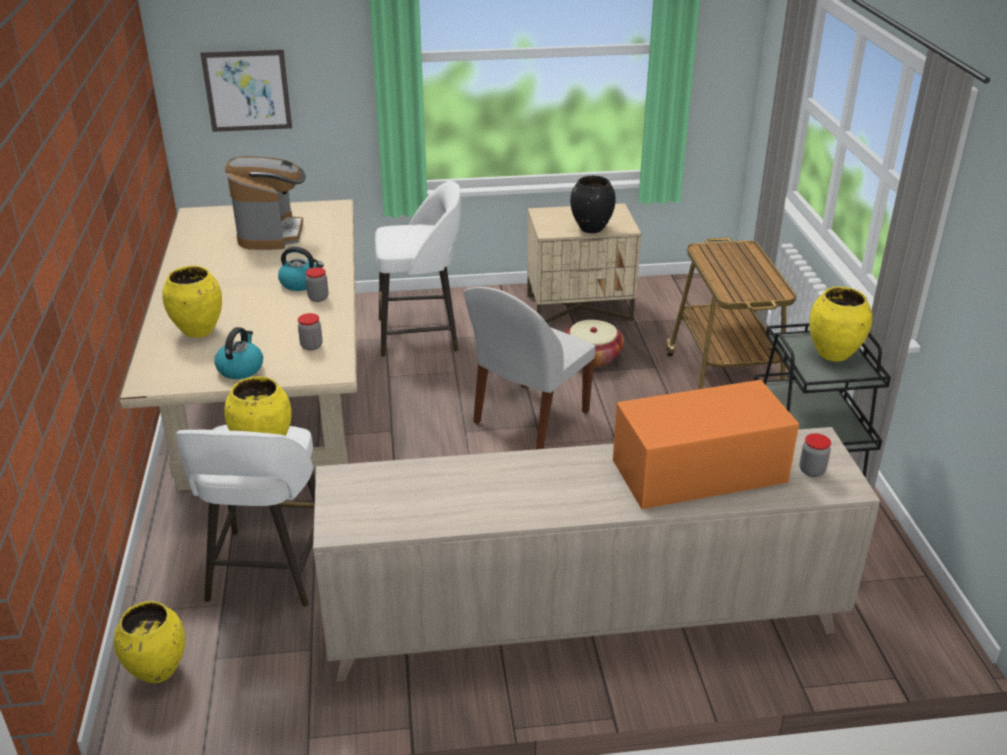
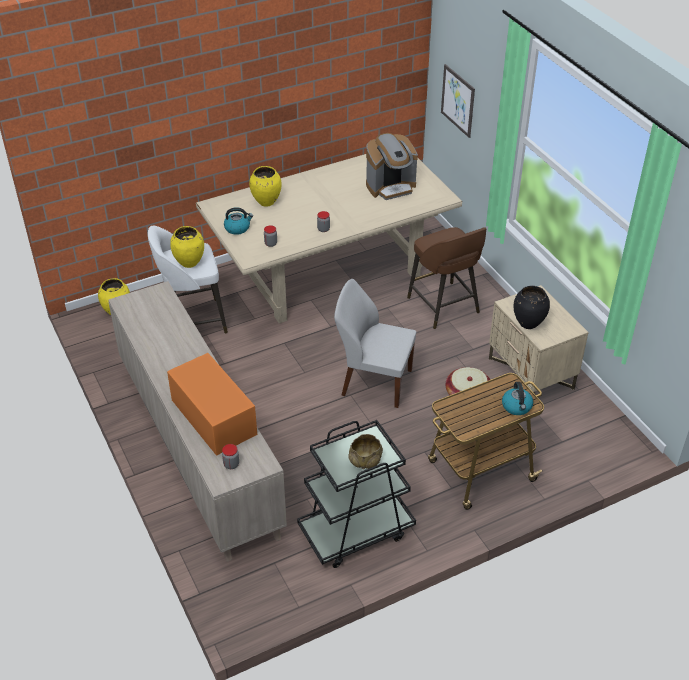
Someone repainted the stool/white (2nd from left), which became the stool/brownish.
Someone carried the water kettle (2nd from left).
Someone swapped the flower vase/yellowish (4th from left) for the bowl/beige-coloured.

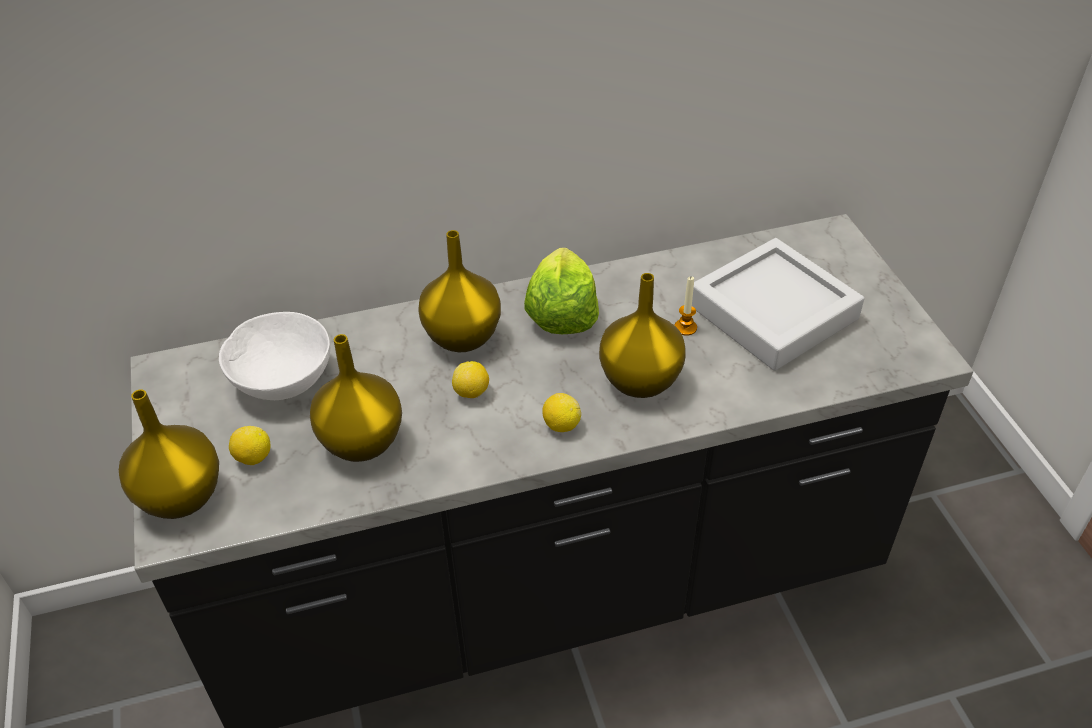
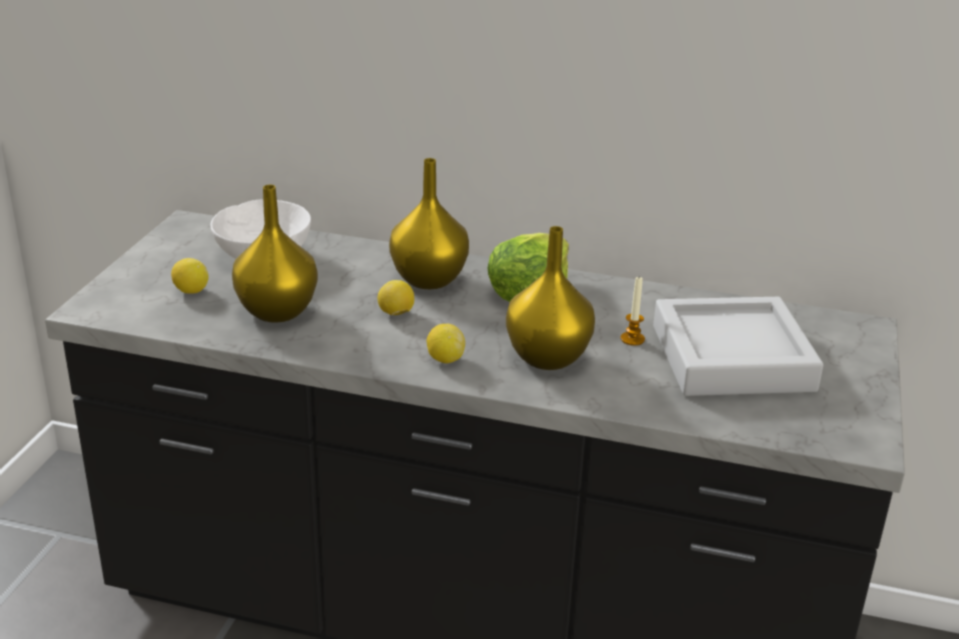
Someone took away the flower vase/yellowish (1st from left).

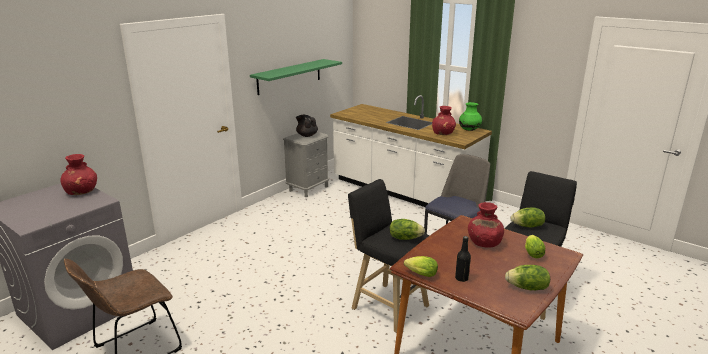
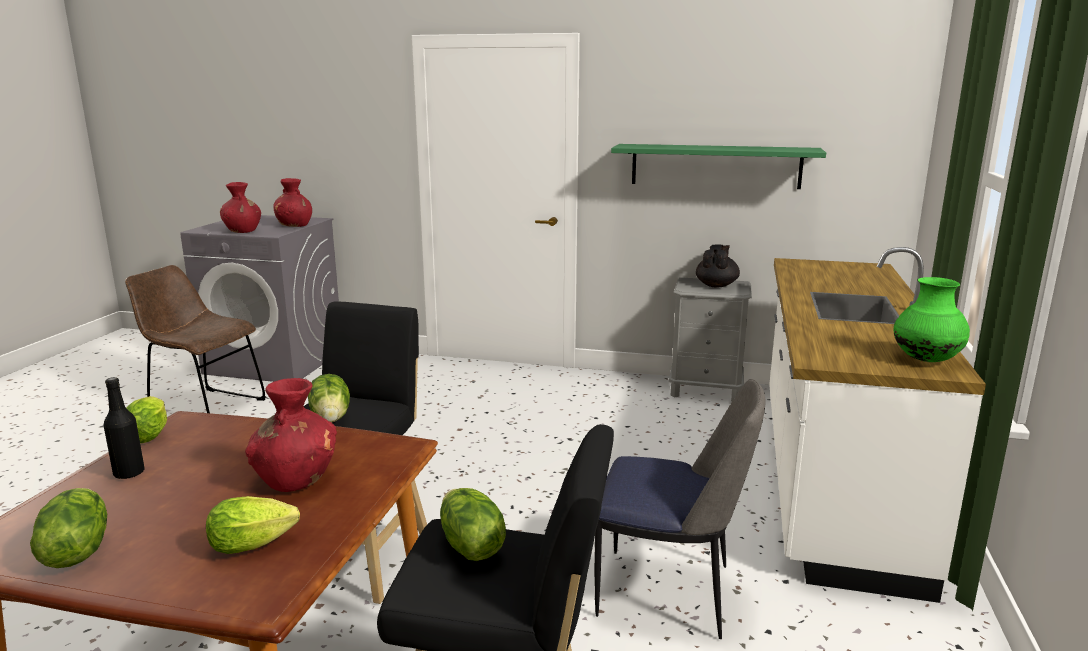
Someone carried the flower vase/red (2nd from left in the first image).

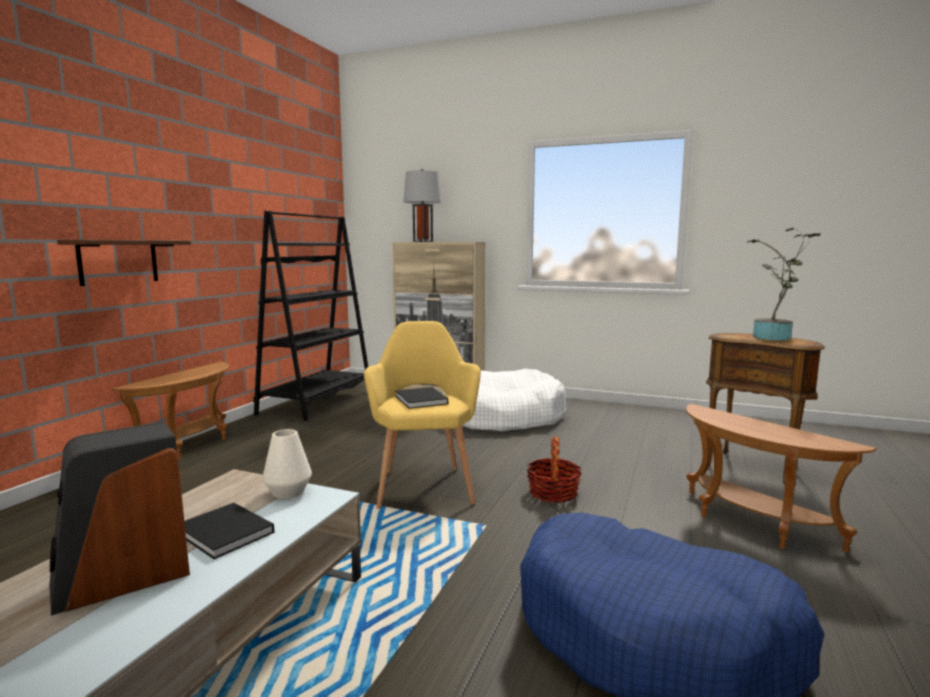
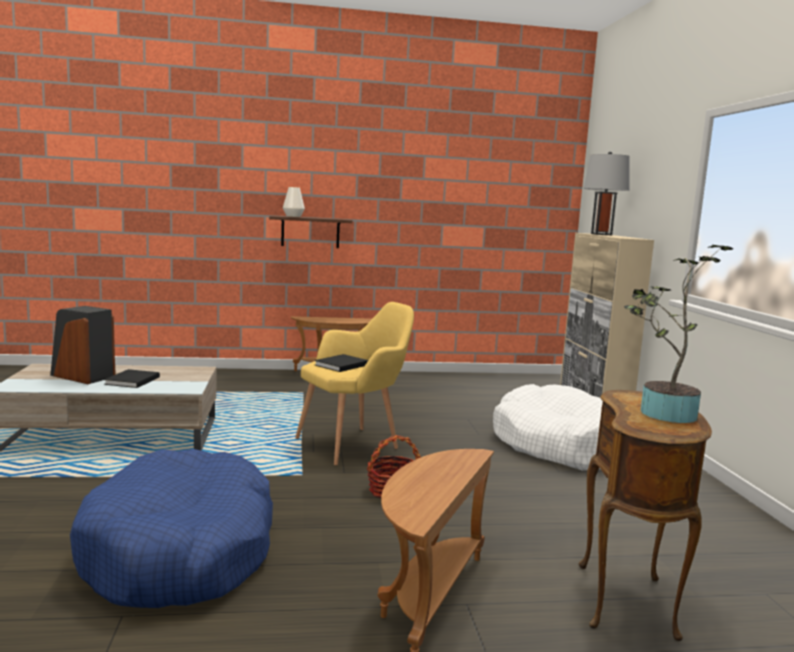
Someone took away the shelving unit/black.
Someone carried the flower vase/white.

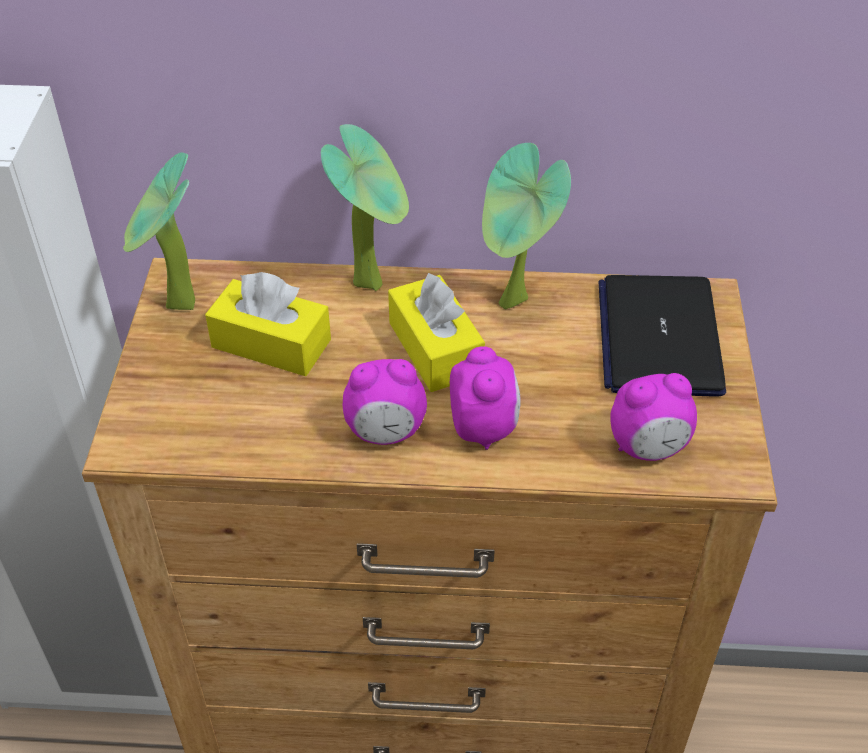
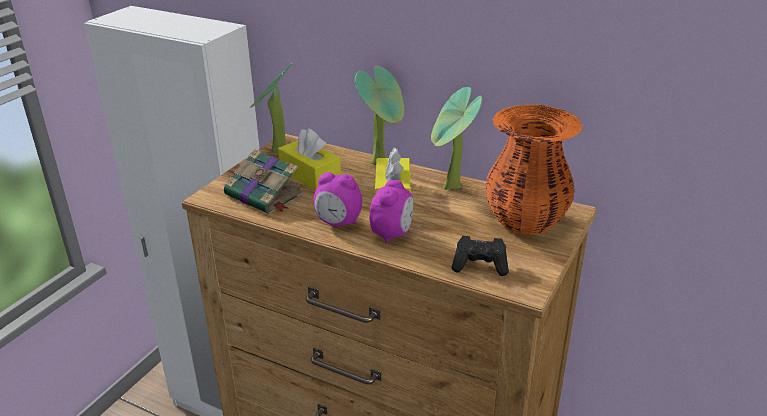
Someone swapped the portable computer for the flower vase/orange-coloured.
Someone swapped the table clock (3rd from left) for the gamepad/black.
Someone put down the volume.

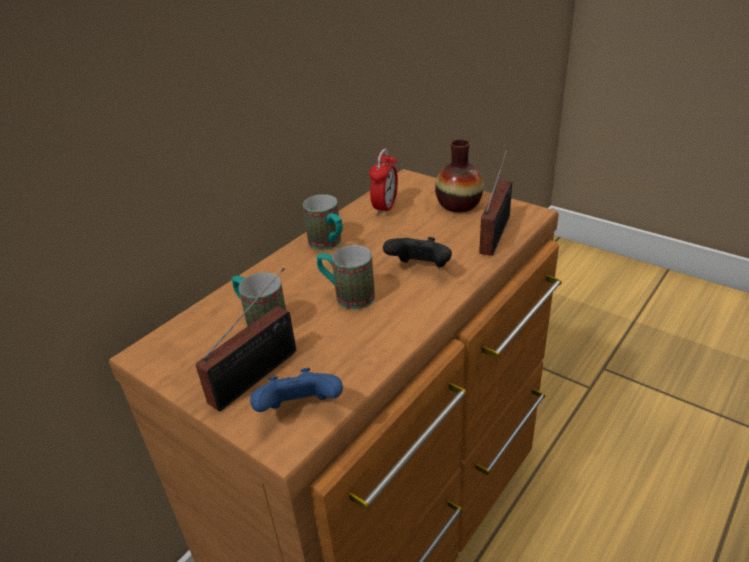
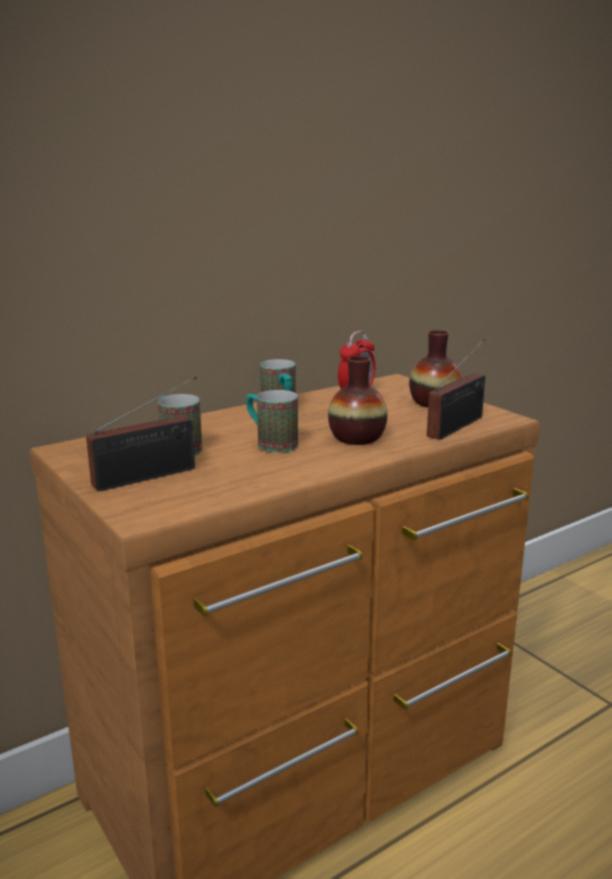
Someone swapped the gamepad/black for the flower vase (1st from left).
Someone took away the gamepad/blue-coloured.

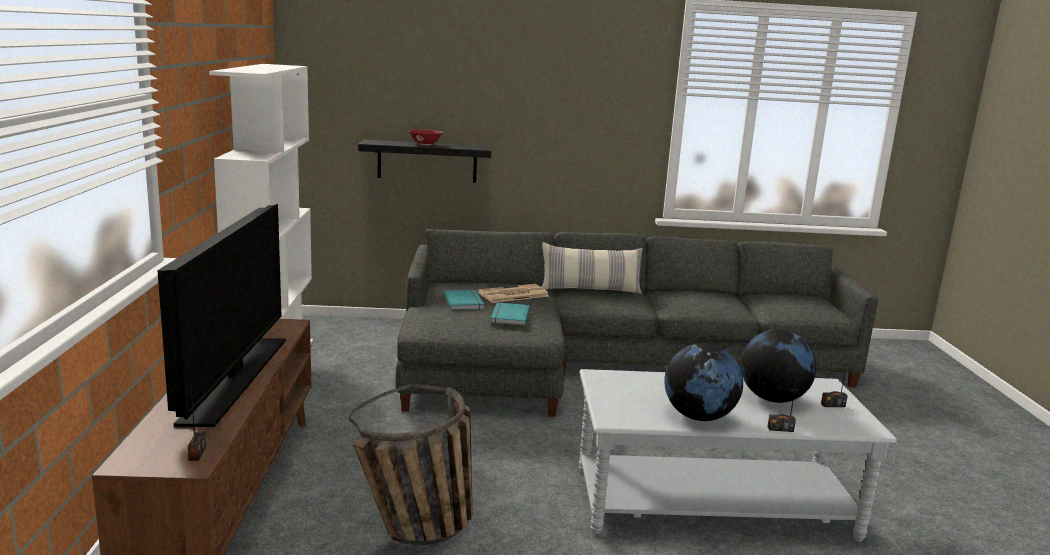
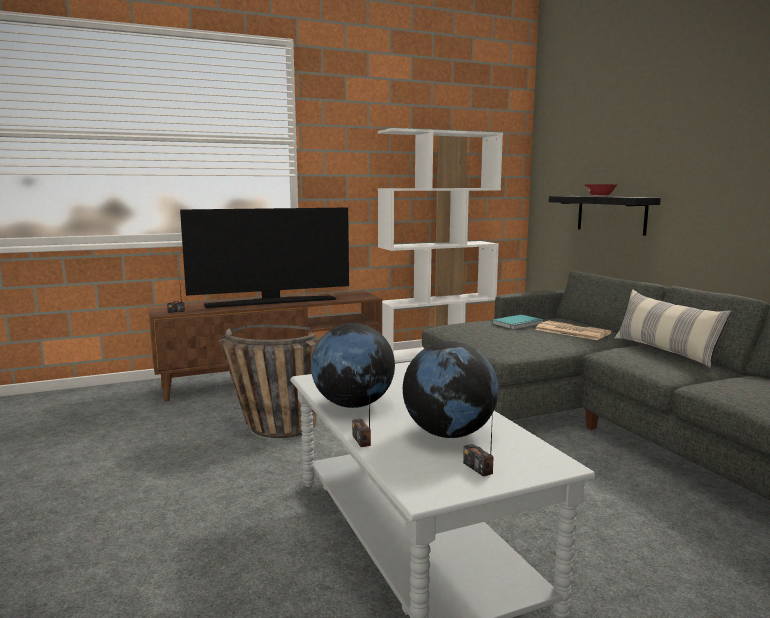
Someone took away the volume/blue-green (2nd from left).

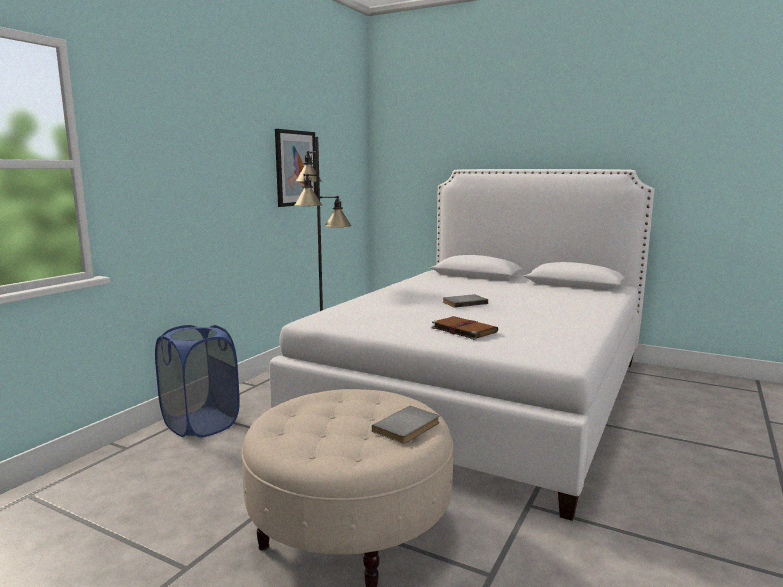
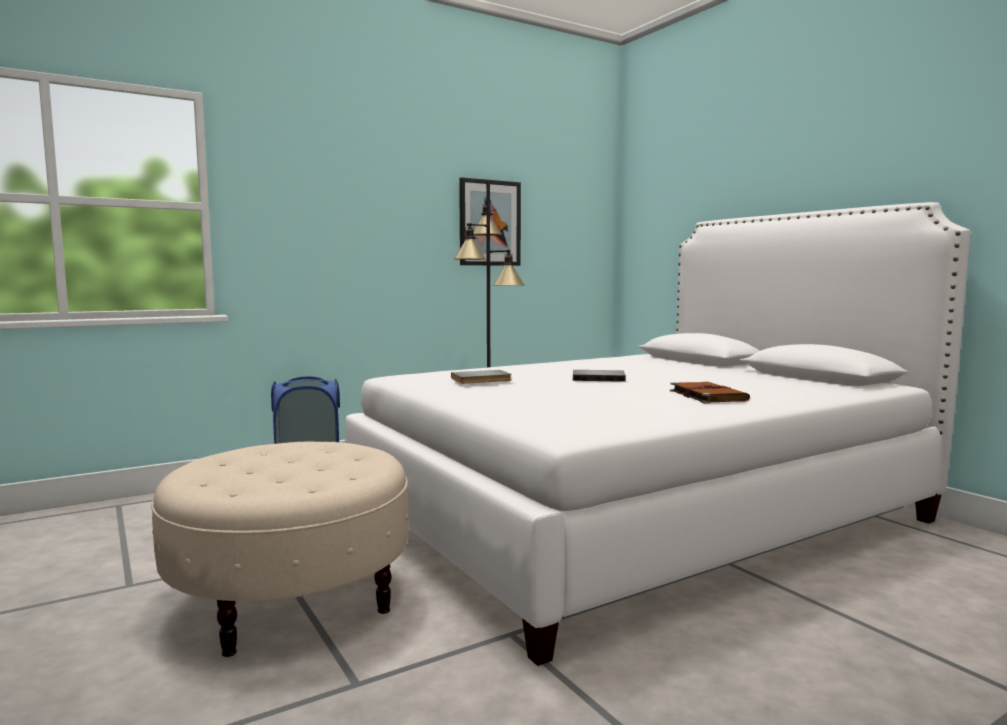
Someone carried the volume/brownish.
Someone carried the volume/greyish (1st from left).

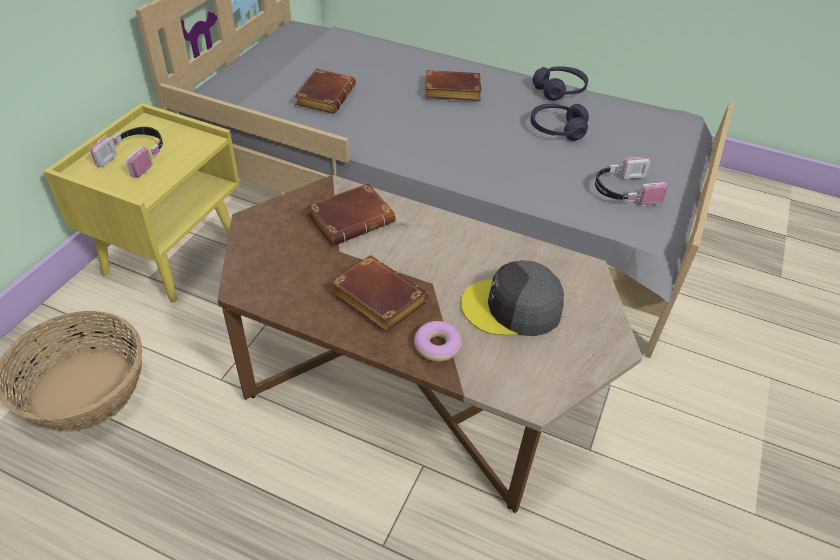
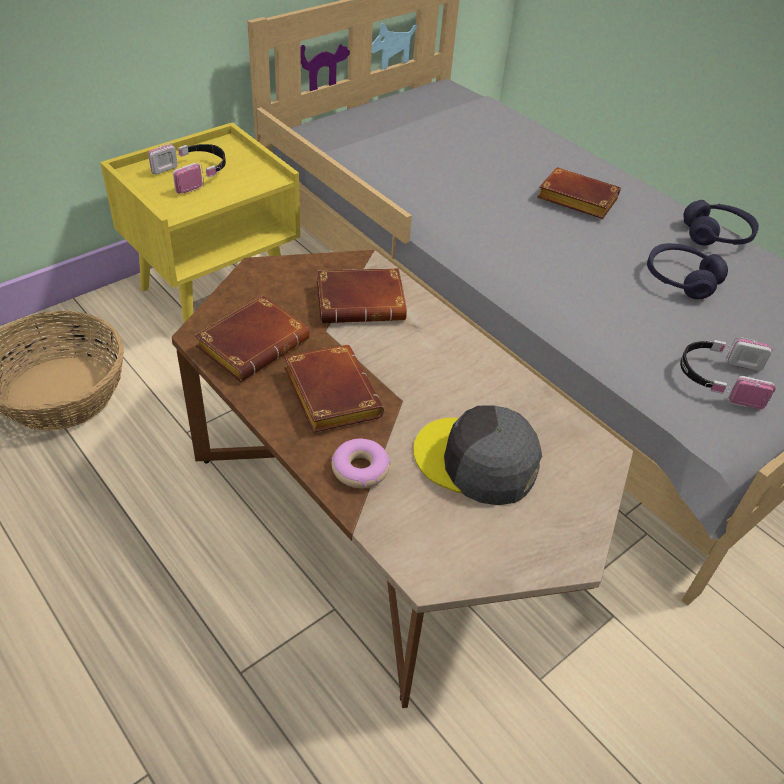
Someone carried the volume/brownish (1st from left).

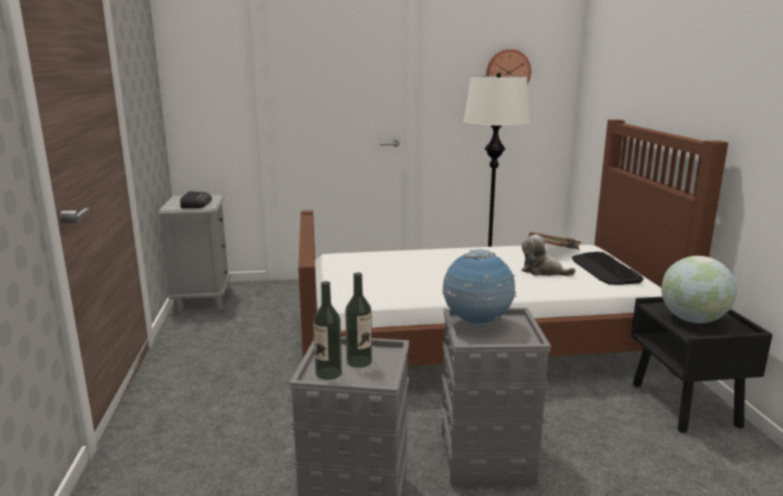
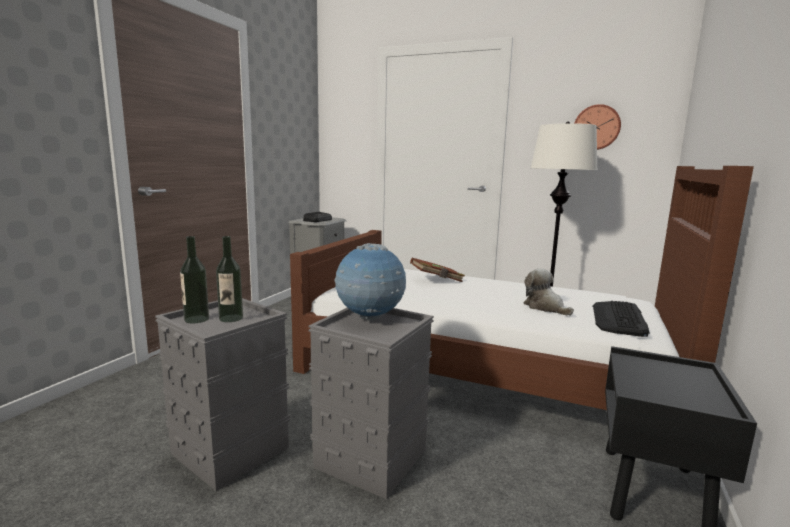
Someone carried the volume/brownish.
Someone took away the world globe (2nd from left).

